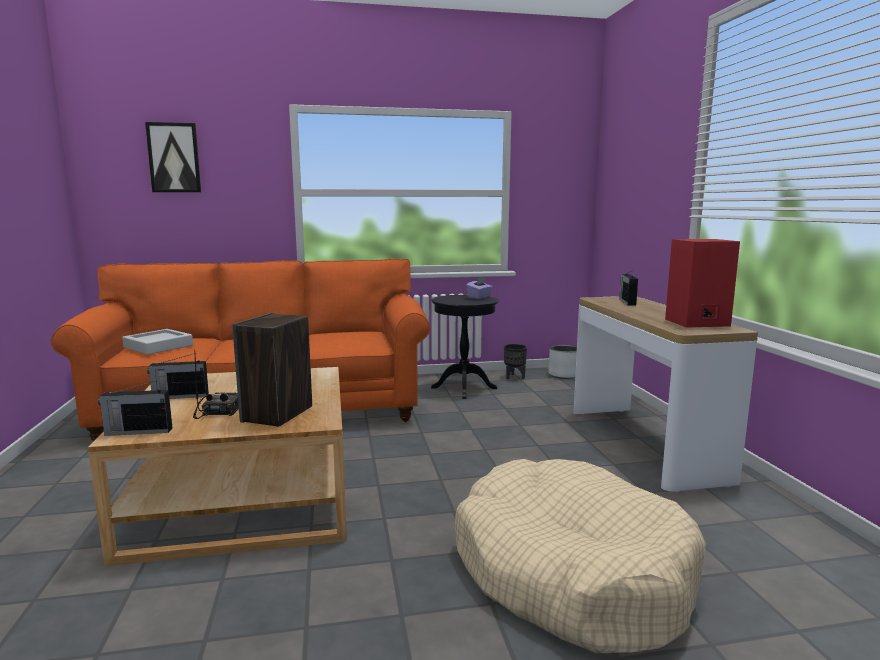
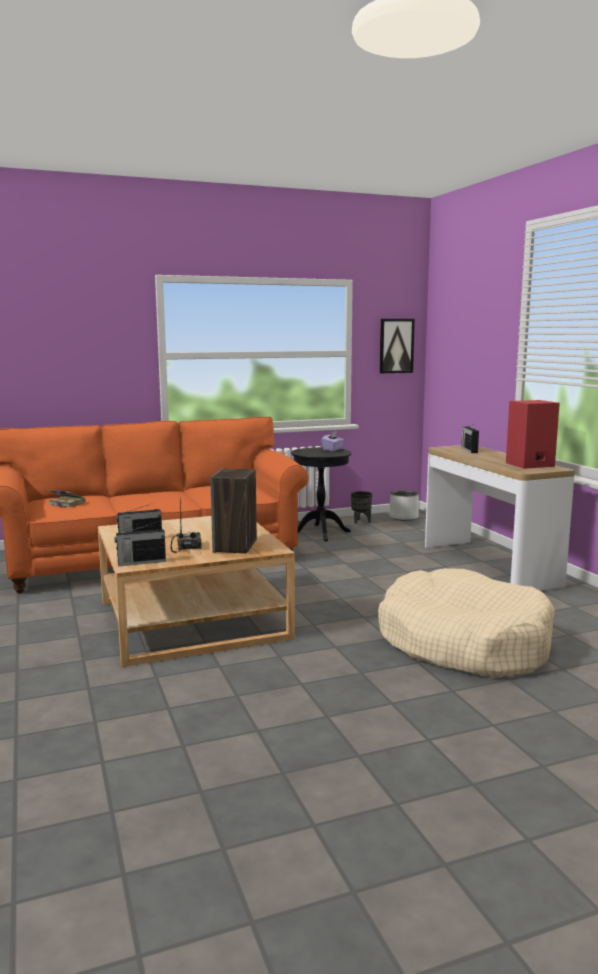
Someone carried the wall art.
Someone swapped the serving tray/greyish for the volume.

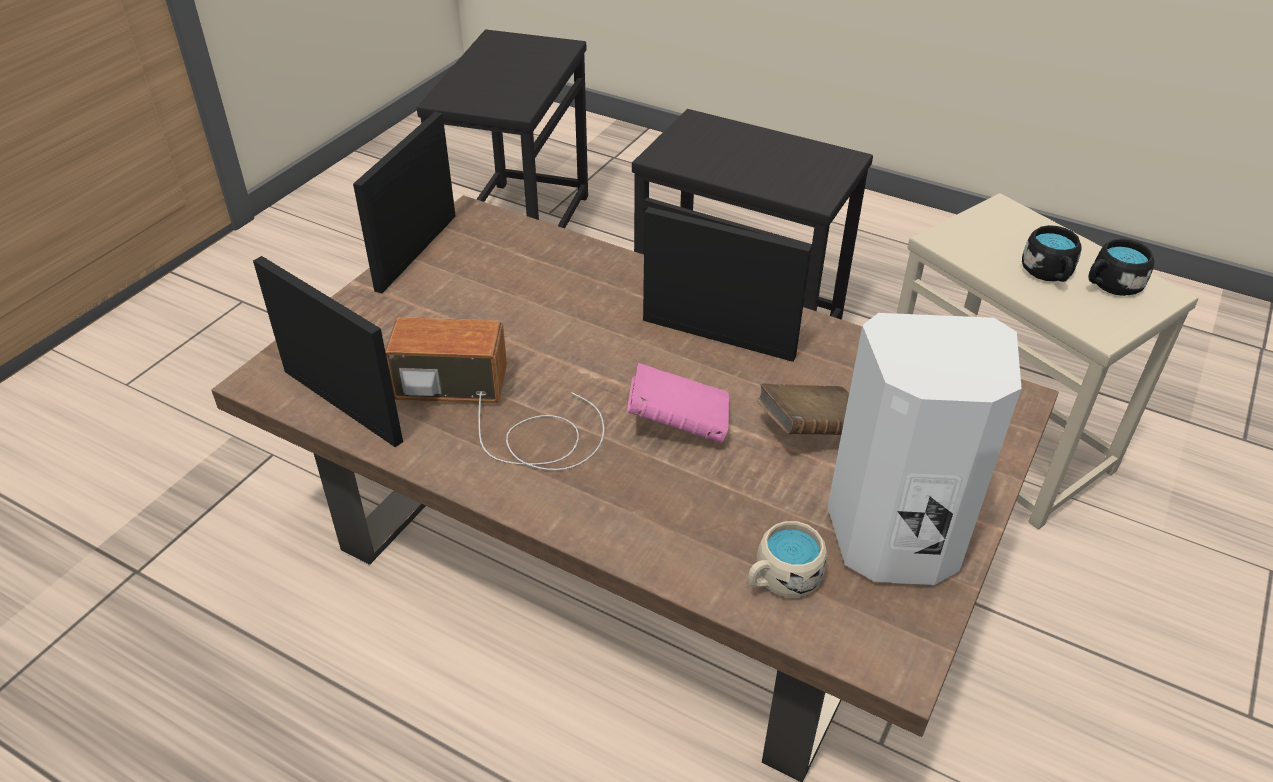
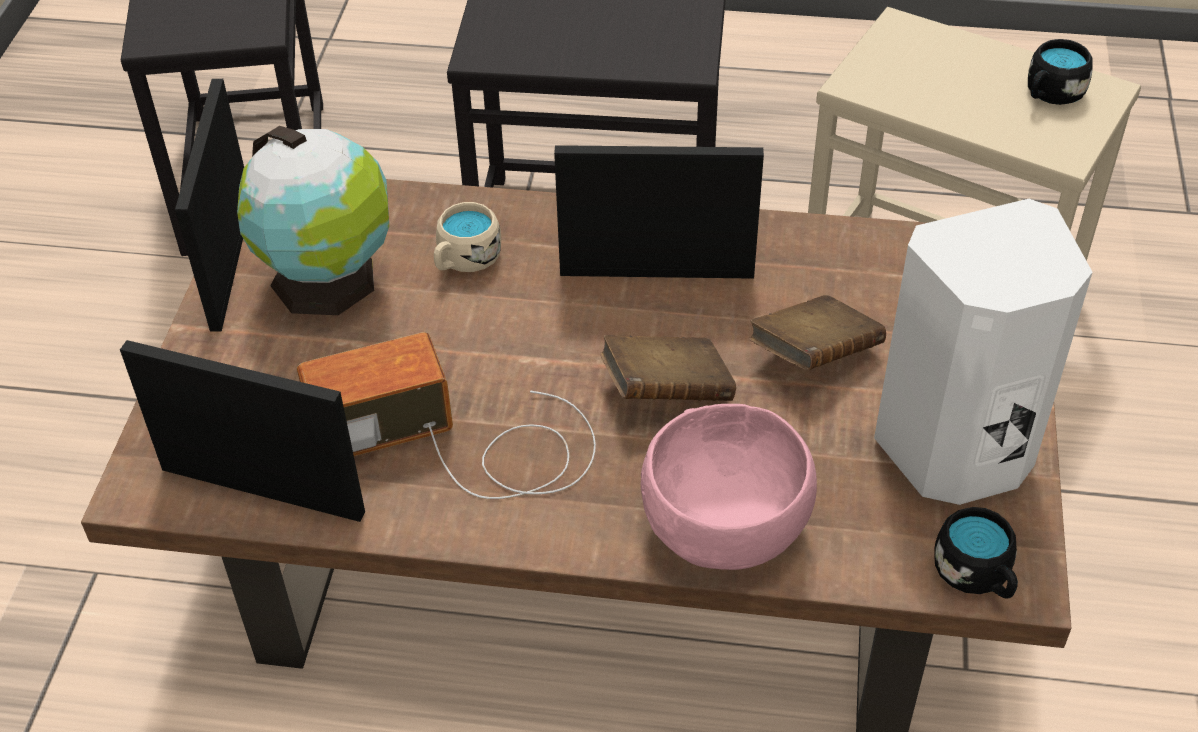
Someone carried the mug/black (1st from left).
Someone repainted the volume/pink-coloured, which became the volume/brownish (1st from left).
Someone carried the mug/beige-coloured.
Someone put down the world globe.
Someone put down the bowl/pink-coloured.

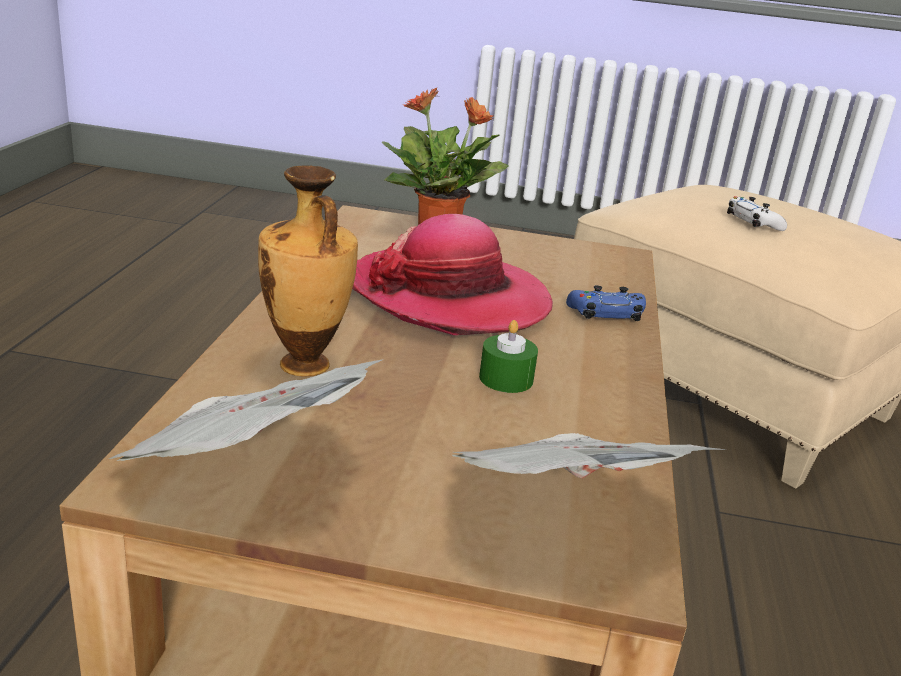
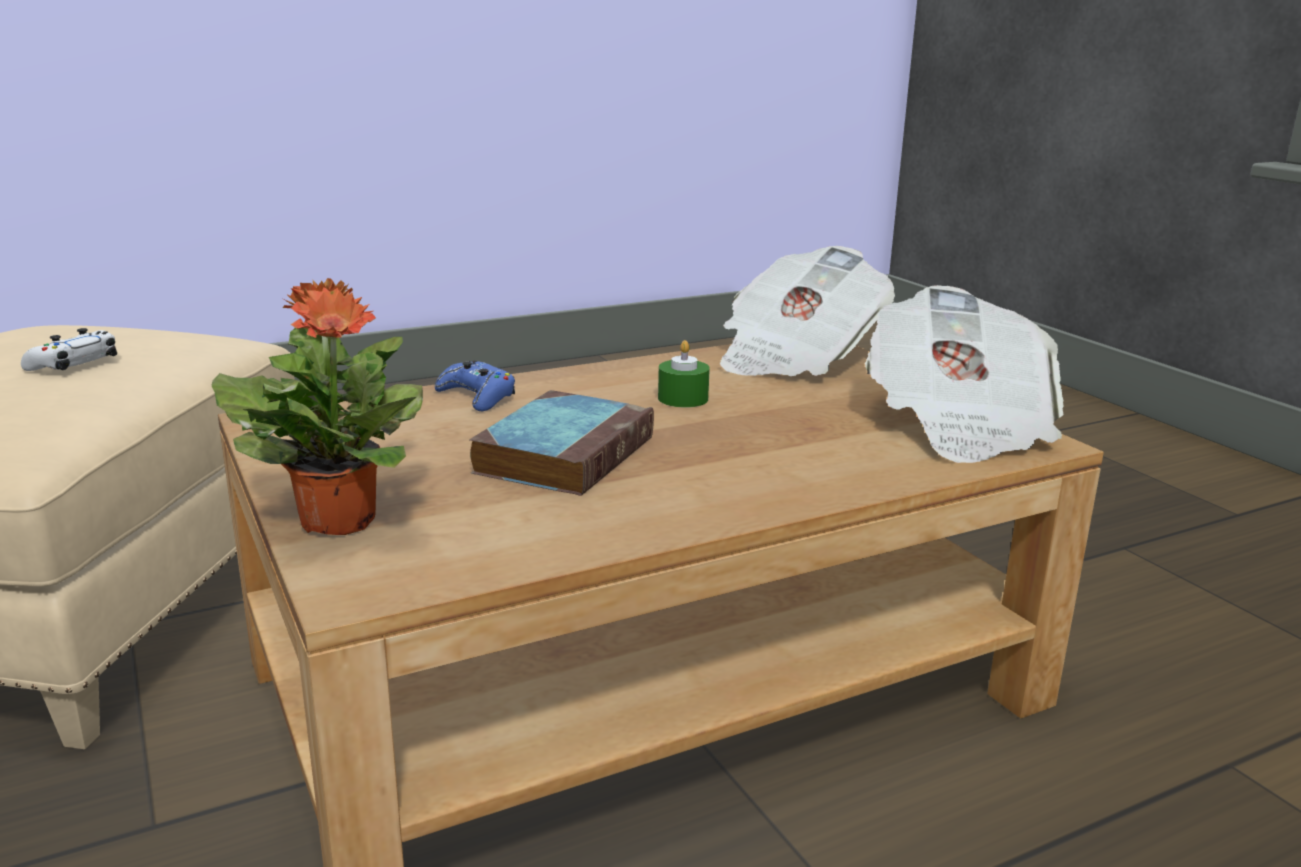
Someone took away the flower vase.
Someone swapped the clothing hat for the volume.

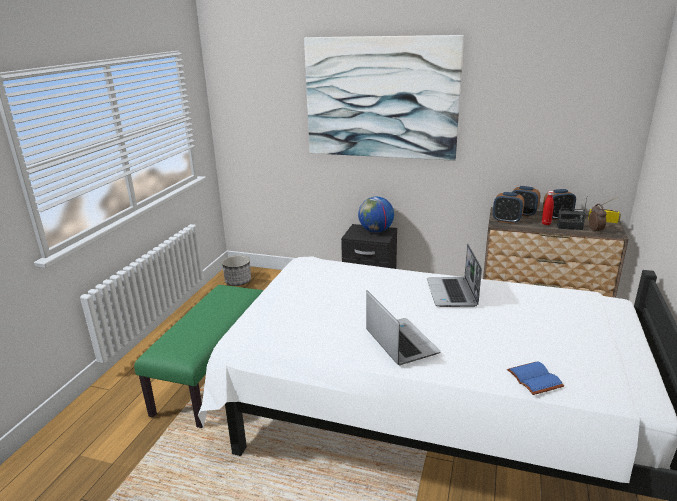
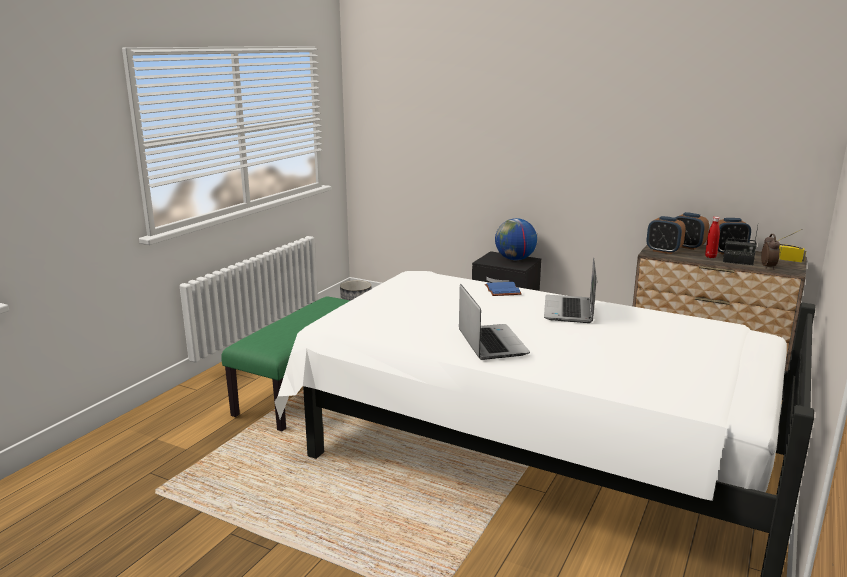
Someone took away the wall art.
Someone carried the volume/blue-coloured.

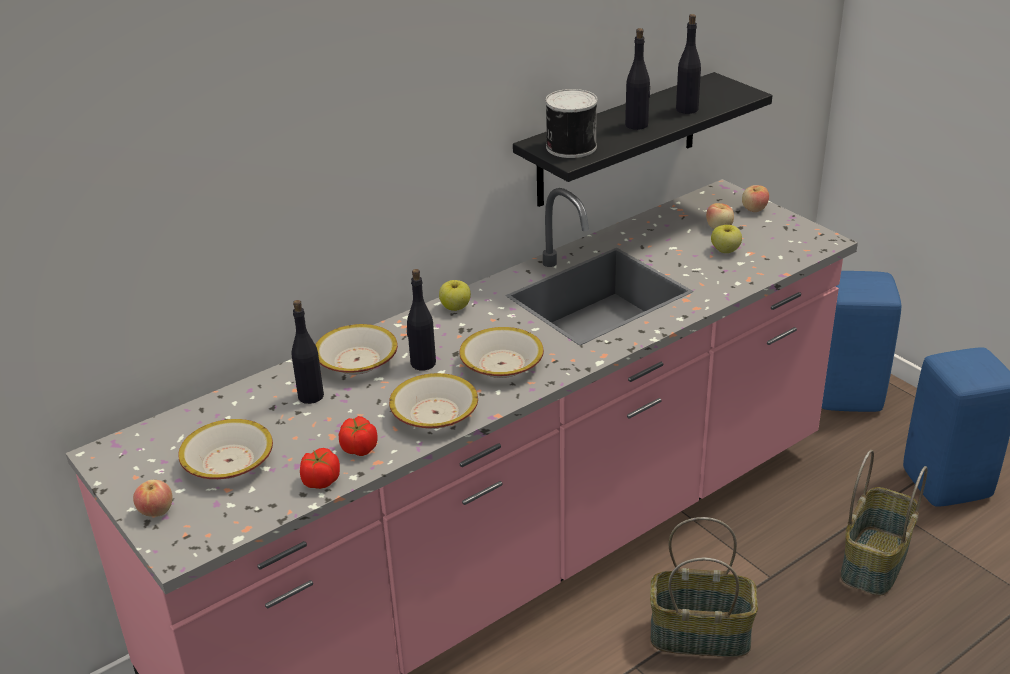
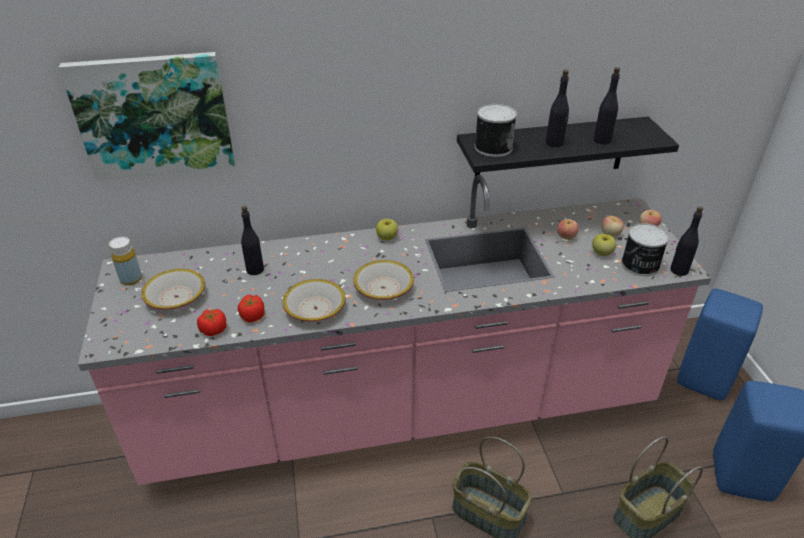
Someone carried the beverage bottle/black (2nd from left in the first image).
Someone took away the bowl (2nd from left).
Someone carried the whole apple (1st from left in the first image).
Someone put up the wall art.
Someone put down the metal can (2nd from left).
Someone put down the beverage bottle/yellowish.

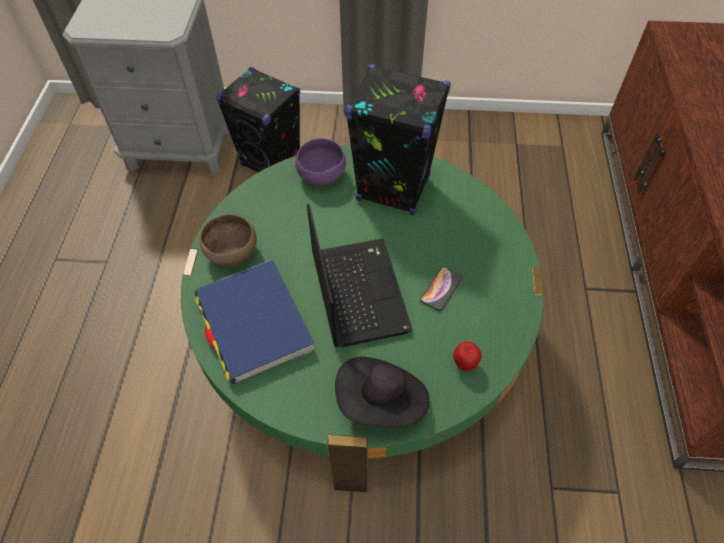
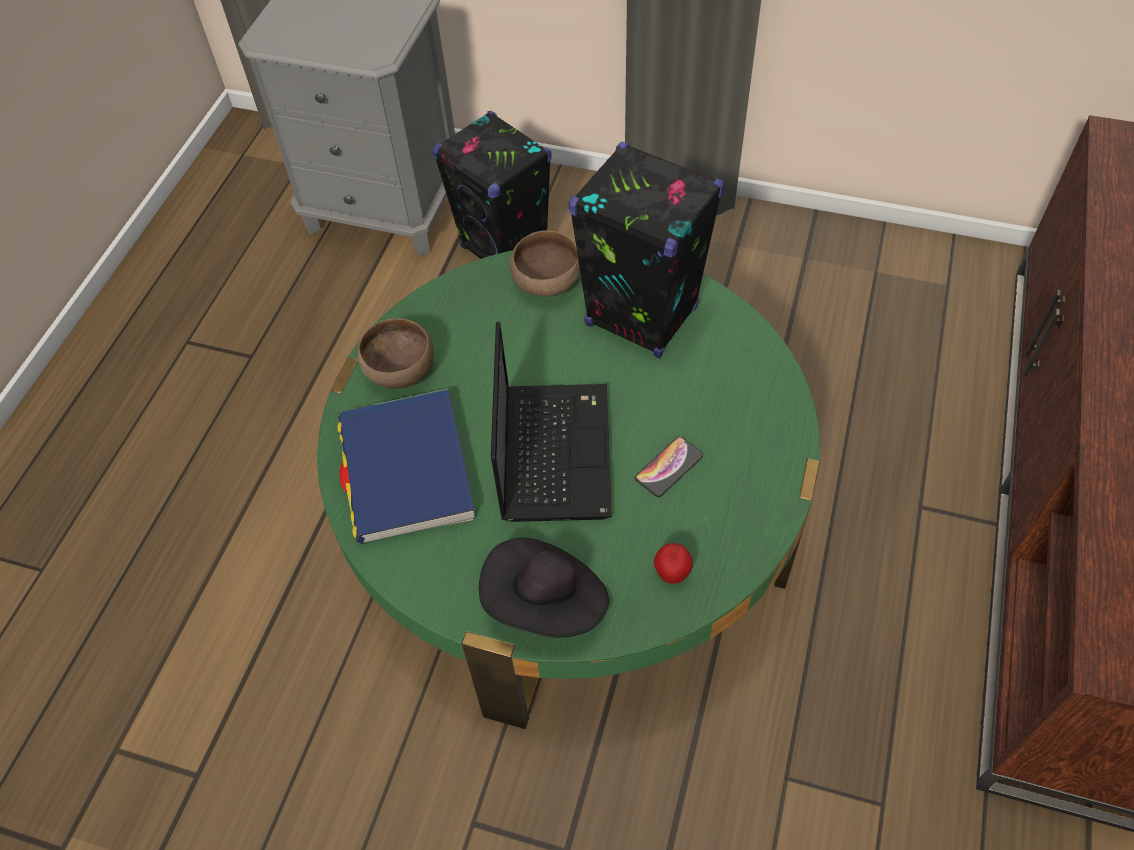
Someone repainted the bowl/purple-coloured, which became the bowl/brownish (2nd from left).

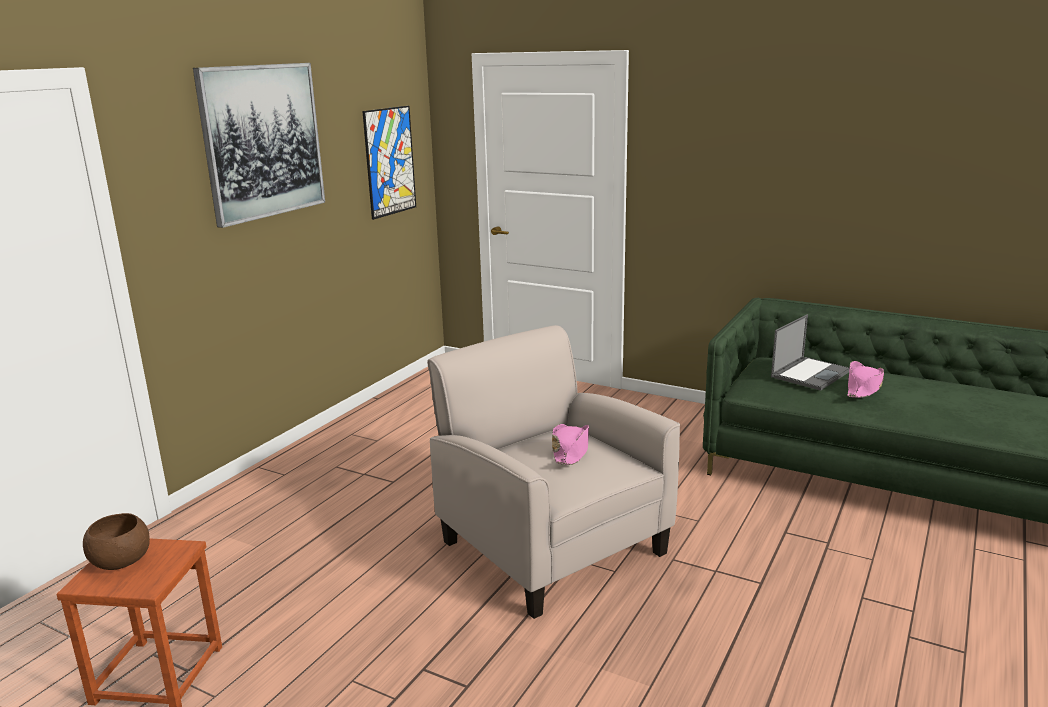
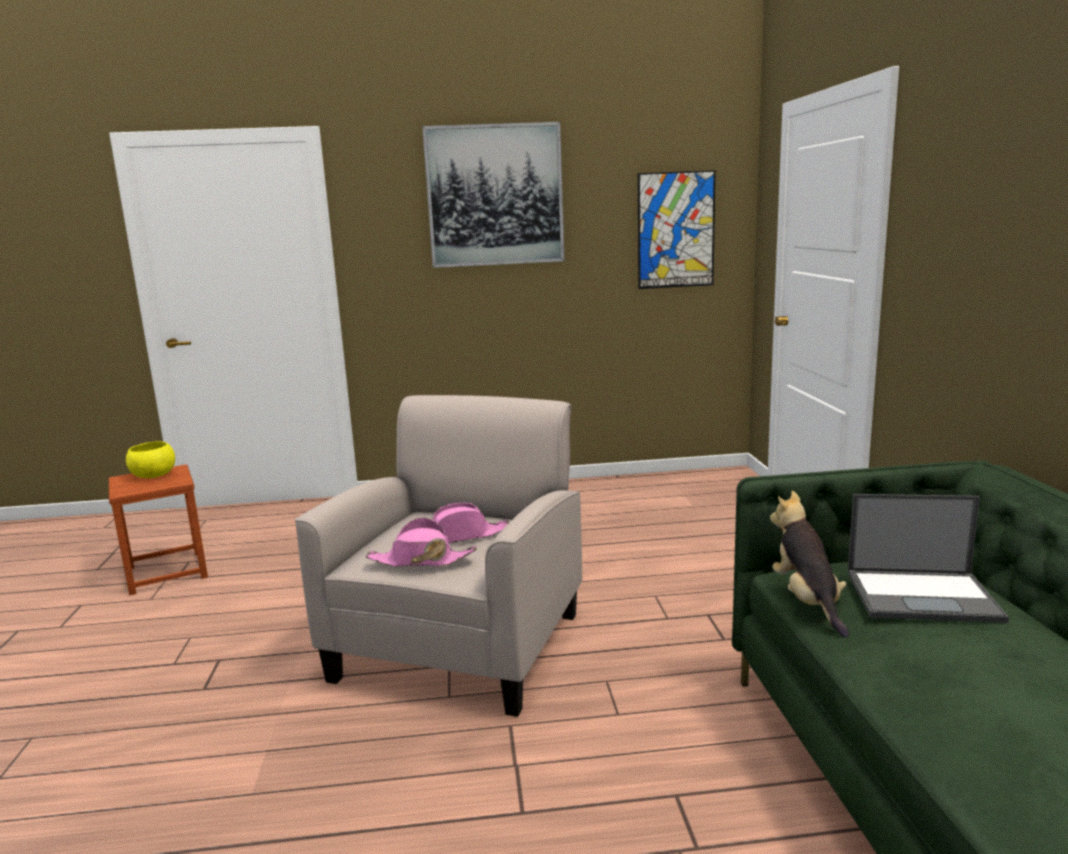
Someone carried the clothing hat/pink-coloured (2nd from left in the first image).
Someone repainted the bowl/brownish, which became the bowl/yellowish.
Someone put down the cuddly toy.

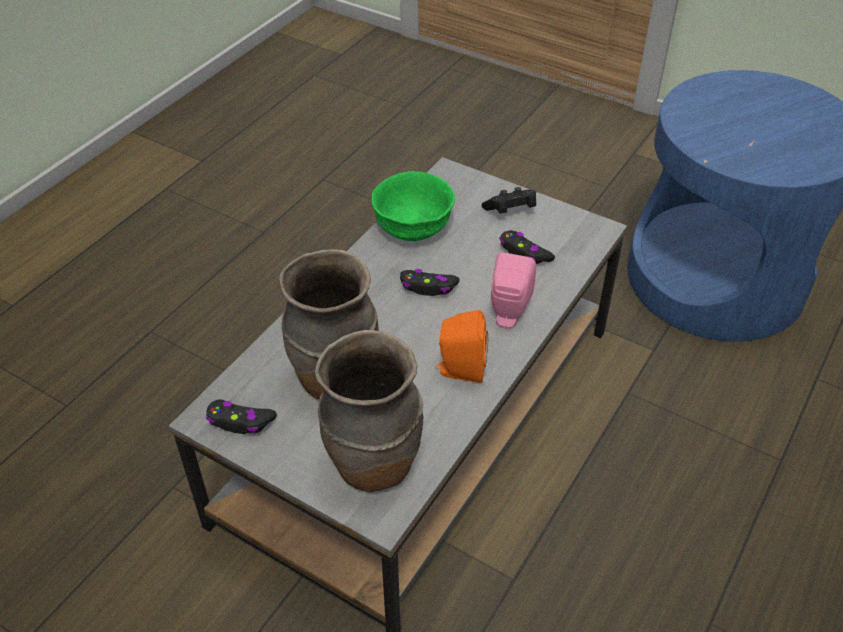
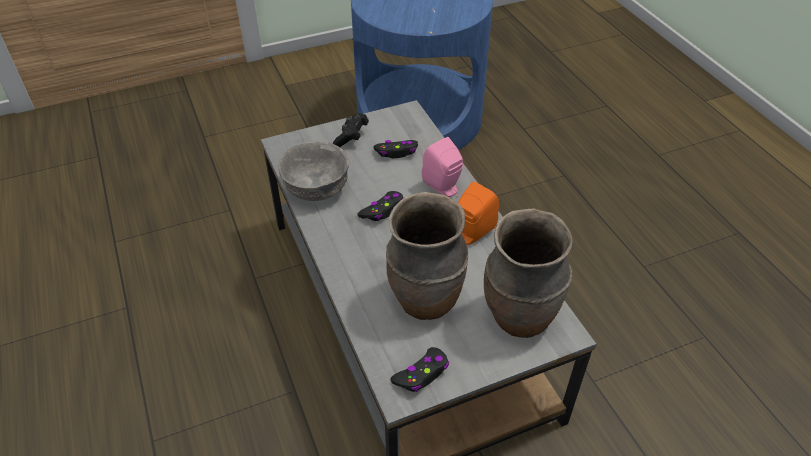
Someone repainted the bowl/greenish, which became the bowl/greyish.

